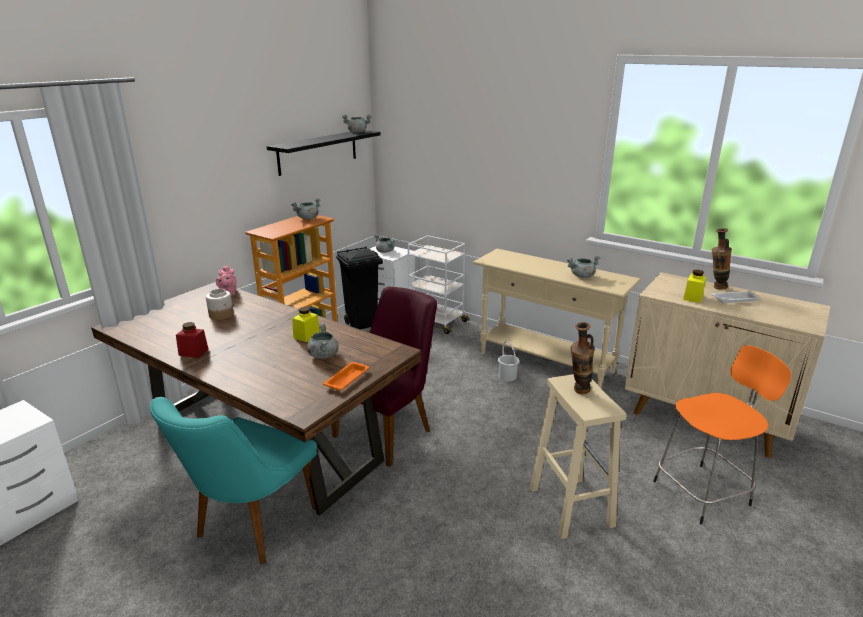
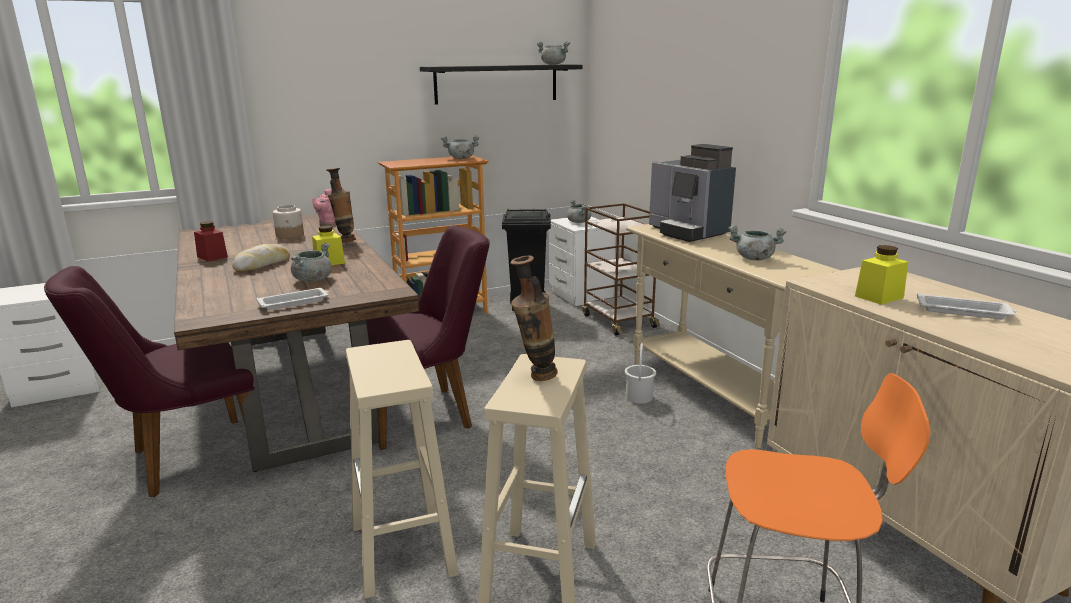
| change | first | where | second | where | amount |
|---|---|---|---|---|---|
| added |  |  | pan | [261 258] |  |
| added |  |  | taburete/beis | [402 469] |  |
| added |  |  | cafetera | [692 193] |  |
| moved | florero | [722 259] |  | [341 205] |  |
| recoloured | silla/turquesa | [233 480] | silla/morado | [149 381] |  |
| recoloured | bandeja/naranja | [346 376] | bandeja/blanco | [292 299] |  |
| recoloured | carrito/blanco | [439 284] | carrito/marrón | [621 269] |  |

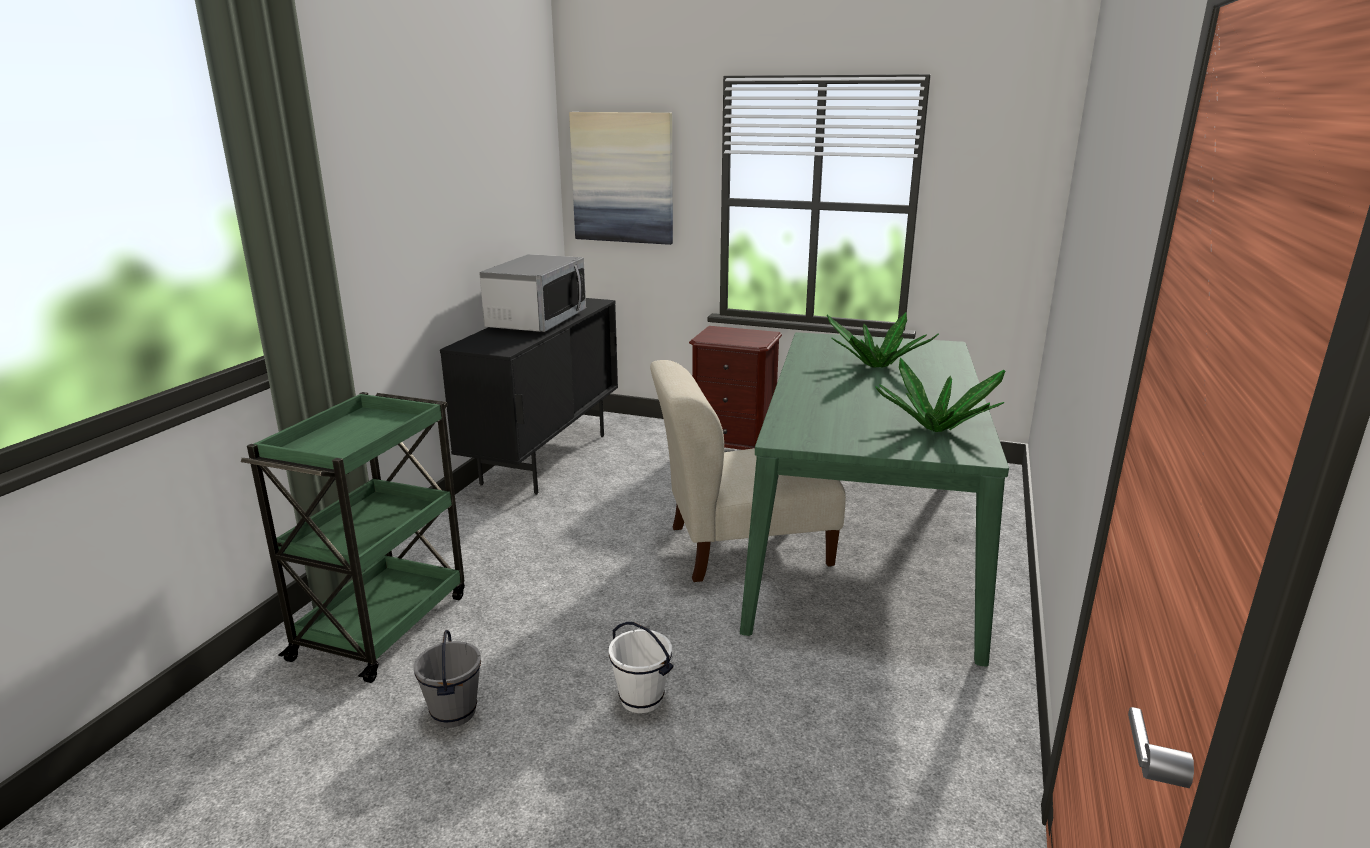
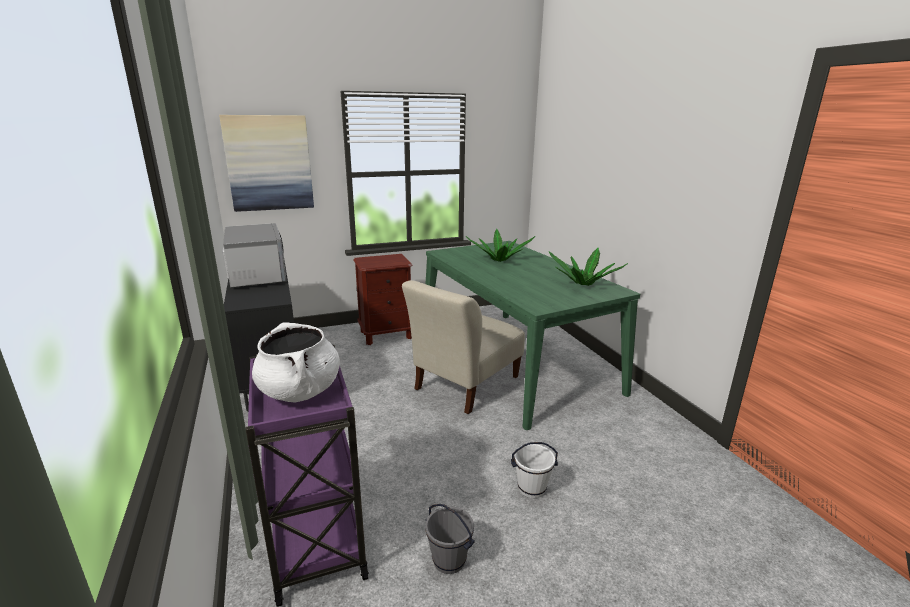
| change | first | where | second | where | amount |
|---|---|---|---|---|---|
| added |  |  | olla/blanco | [296 362] |  |
| recoloured | carrito/verde | [353 537] | carrito/morado | [307 476] |  |

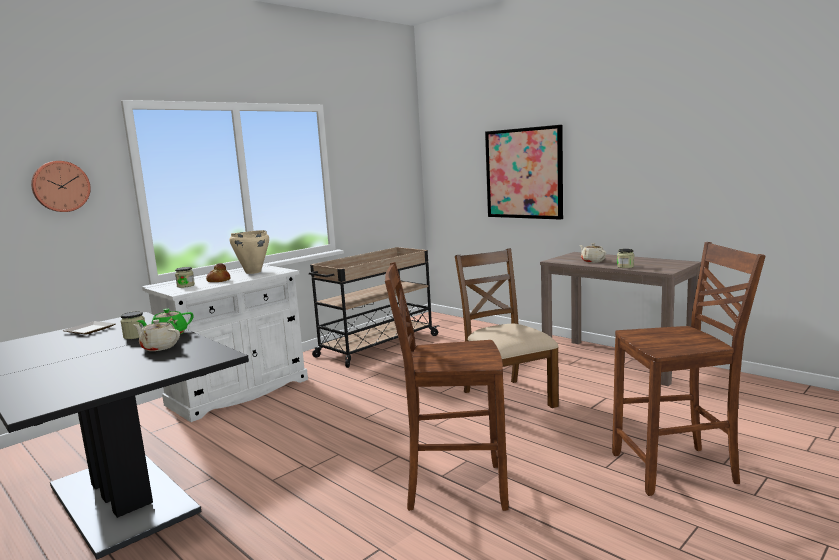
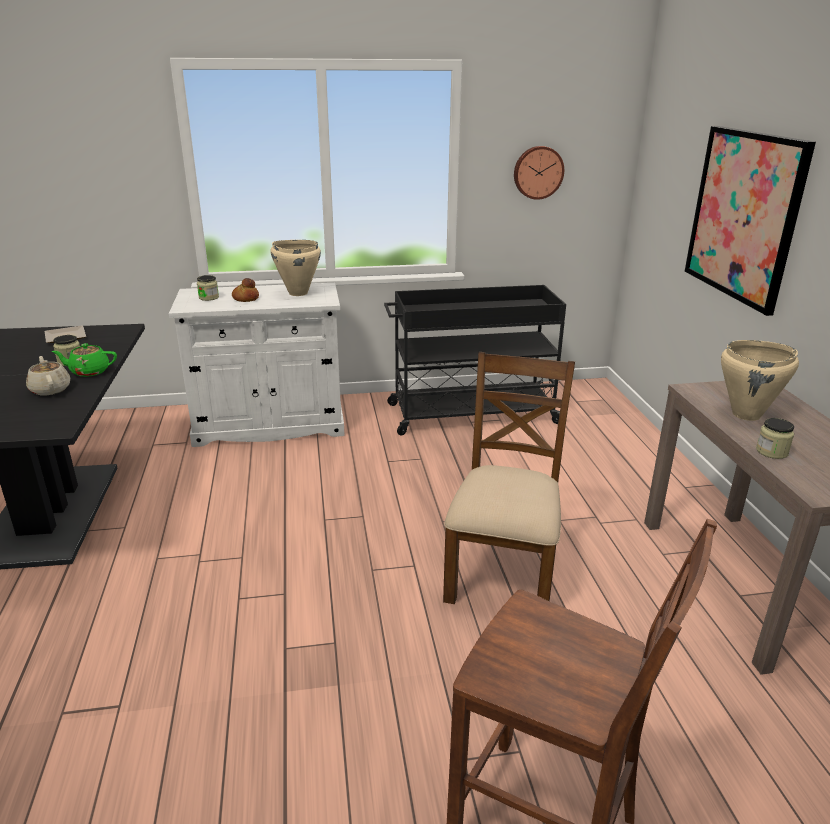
| change | first | where | second | where | amount |
|---|---|---|---|---|---|
| removed | silla/marrón | [447 386] |  |  |  |
| moved | reloj de pared | [61 186] |  | [539 173] |  |
| replaced | tetera/beis | [593 253] | olla/beis | [760 380] |  |
| recoloured | carrito/beis | [374 307] | carrito/negro | [475 360] |  |

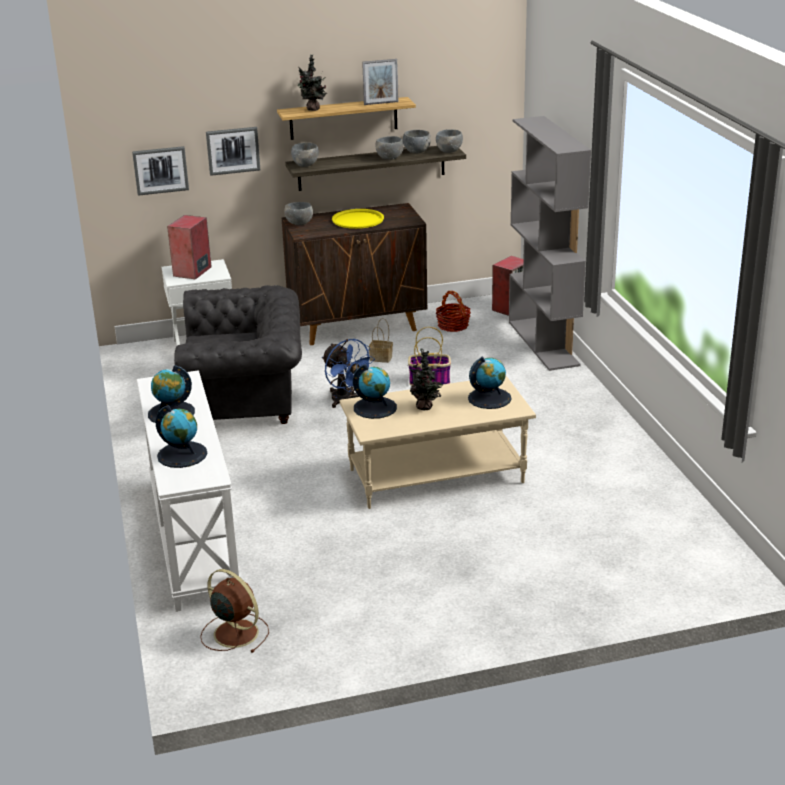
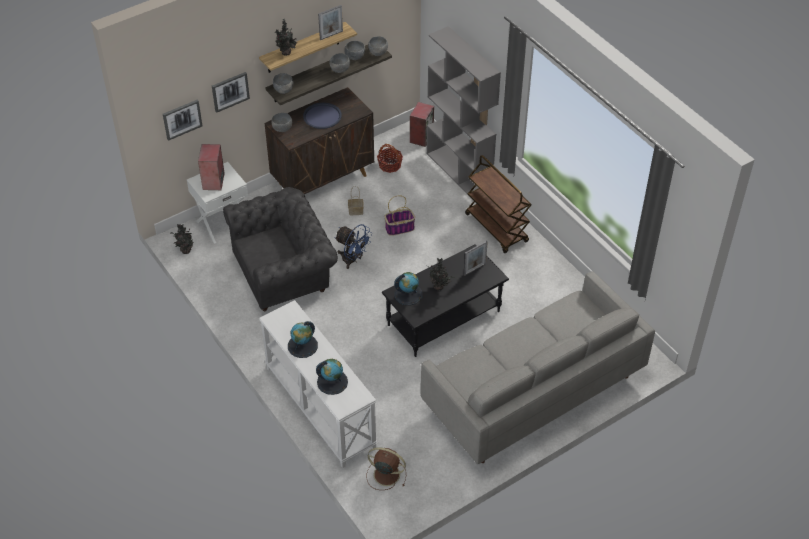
| change | first | where | second | where | amount |
|---|---|---|---|---|---|
| added |  |  | planta en maceta | [182 239] |  |
| added |  |  | sofá/gris | [538 367] |  |
| added |  |  | carrito/marrón | [498 204] |  |
| replaced | globo terráqueo | [490 383] | portarretratos | [476 258] |  |
| recoloured | bandeja/amarillo | [358 219] | bandeja/azul | [322 115] |  |
| recoloured | mesa de centro/beis | [438 442] | mesa de centro/negro | [445 300] |  |

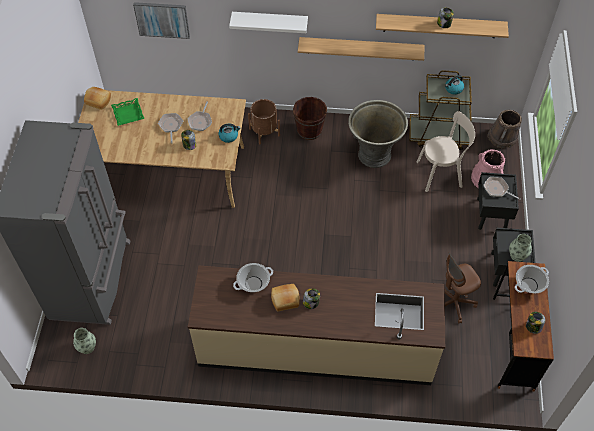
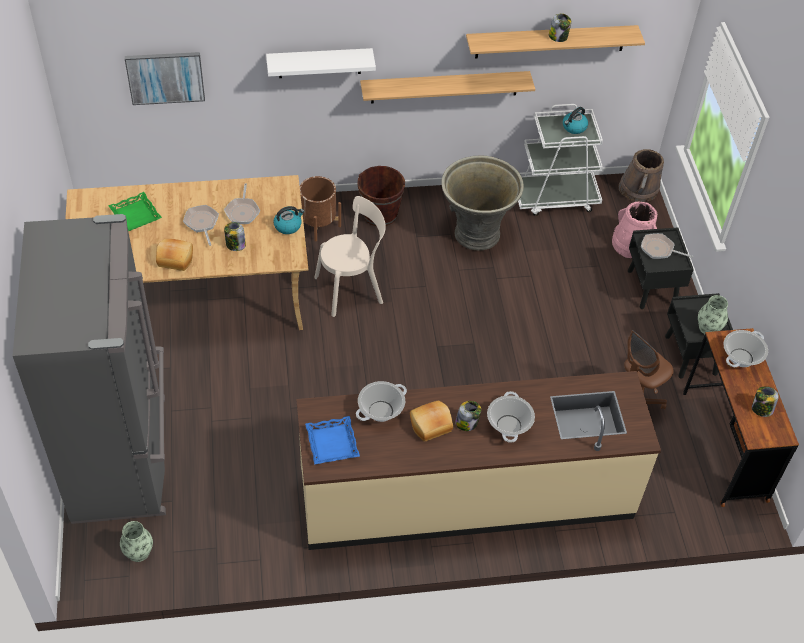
| change | first | where | second | where | amount |
|---|---|---|---|---|---|
| added |  |  | bandeja/azul | [332 440] |  |
| added |  |  | olla | [511 417] |  |
| moved | pan | [97 98] |  | [174 255] |  |
| moved | silla/beis | [446 151] |  | [350 256] |  |
| recoloured | carrito/marrón | [440 110] | carrito/blanco | [560 160] |  |

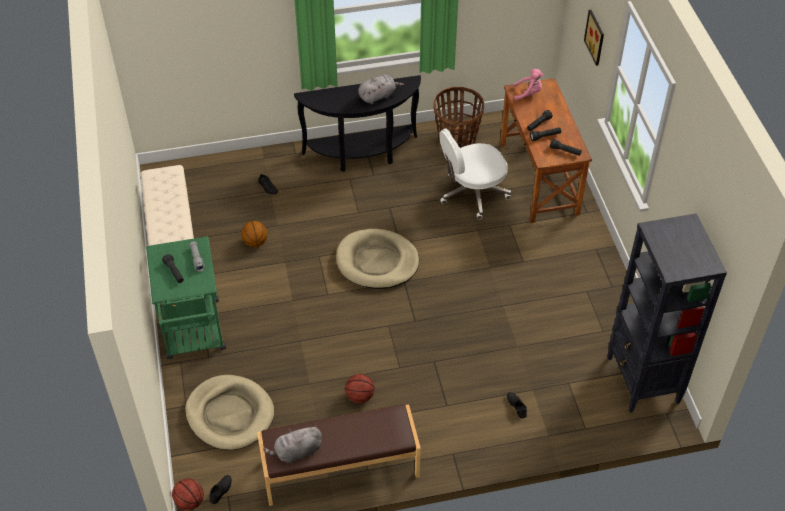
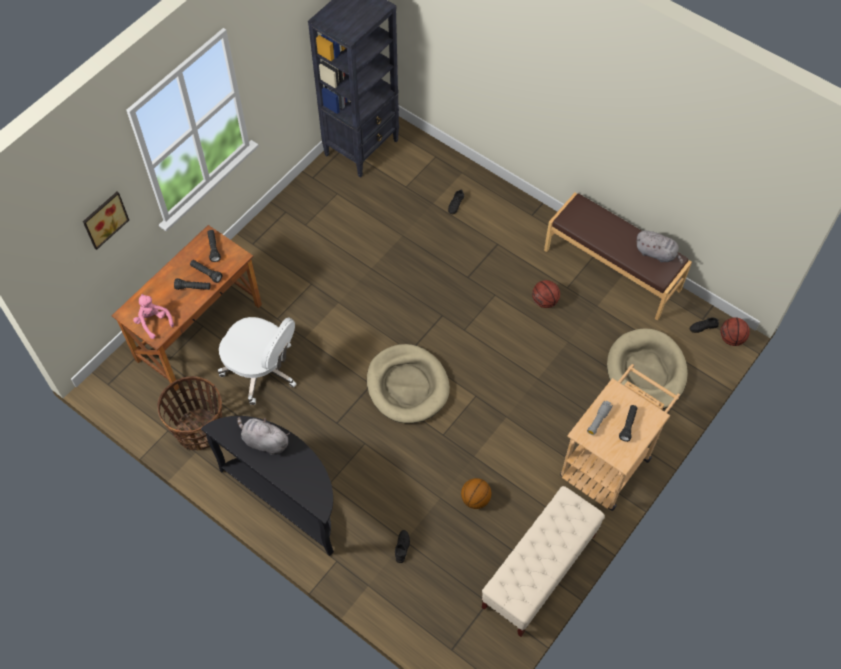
| change | first | where | second | where | amount |
|---|---|---|---|---|---|
| recoloured | carrito/verde | [186 297] | carrito/beis | [620 437] |  |

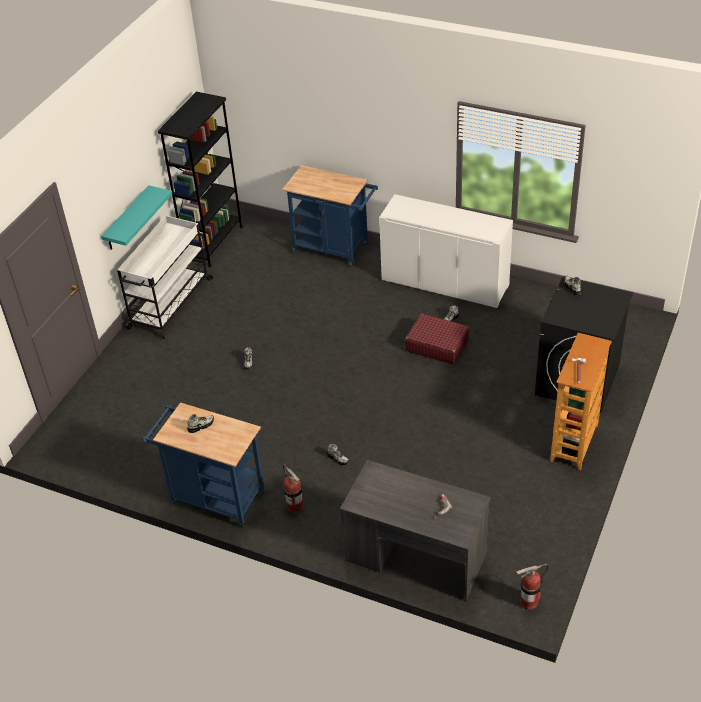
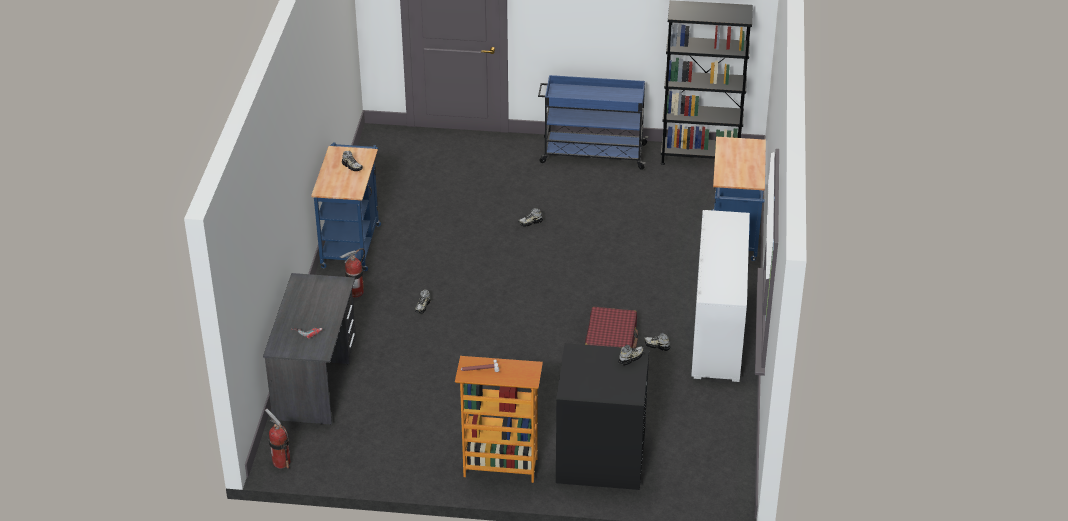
| change | first | where | second | where | amount |
|---|---|---|---|---|---|
| removed | estante/turquesa | [136 217] |  |  |  |
| recoloured | carrito/blanco | [165 277] | carrito/azul | [593 122] |  |

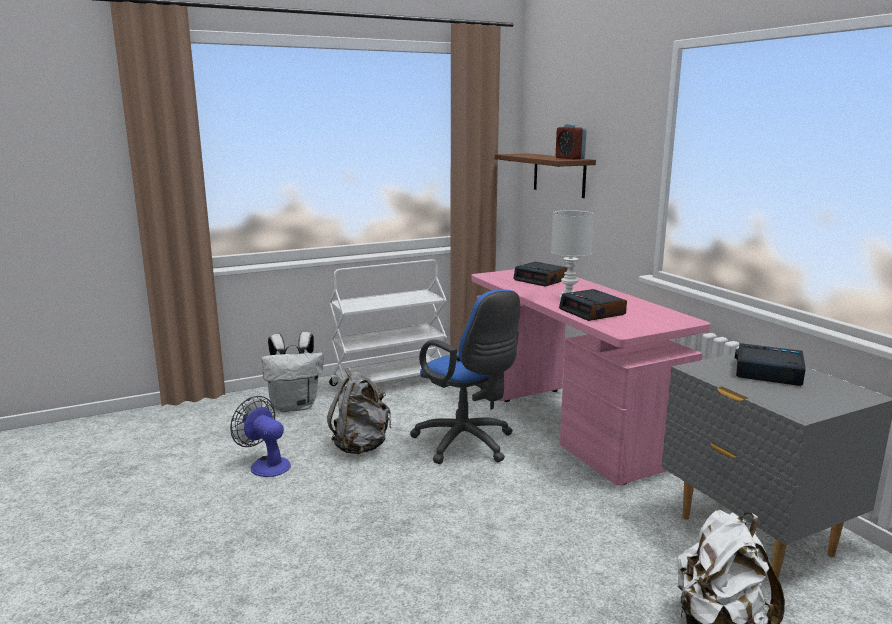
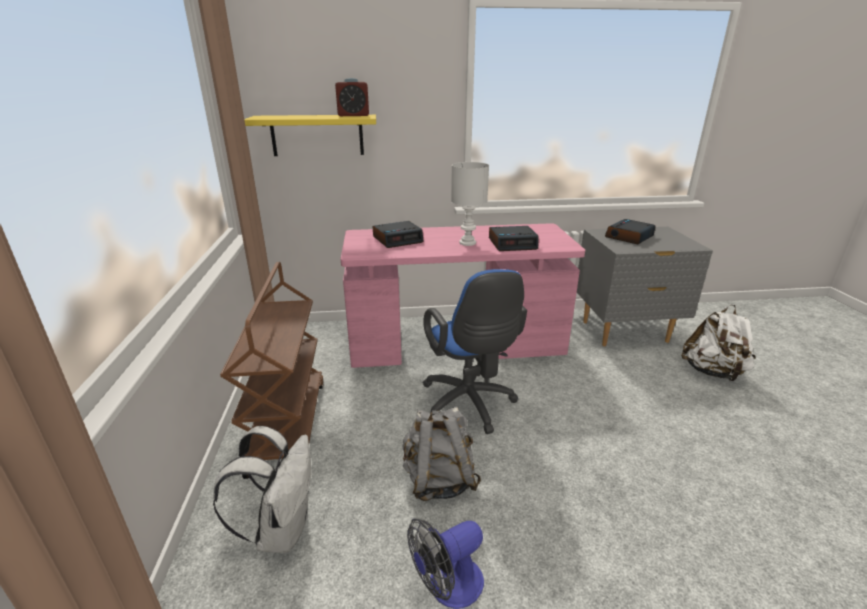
| change | first | where | second | where | amount |
|---|---|---|---|---|---|
| recoloured | carrito/blanco | [388 322] | carrito/marrón | [271 370] |  |
| recoloured | estante/marrón | [545 175] | estante/amarillo | [310 135] |  |
| turned | silla de oficina/azul | [465 376] |  | [475 351] | 90 degrees clockwise |

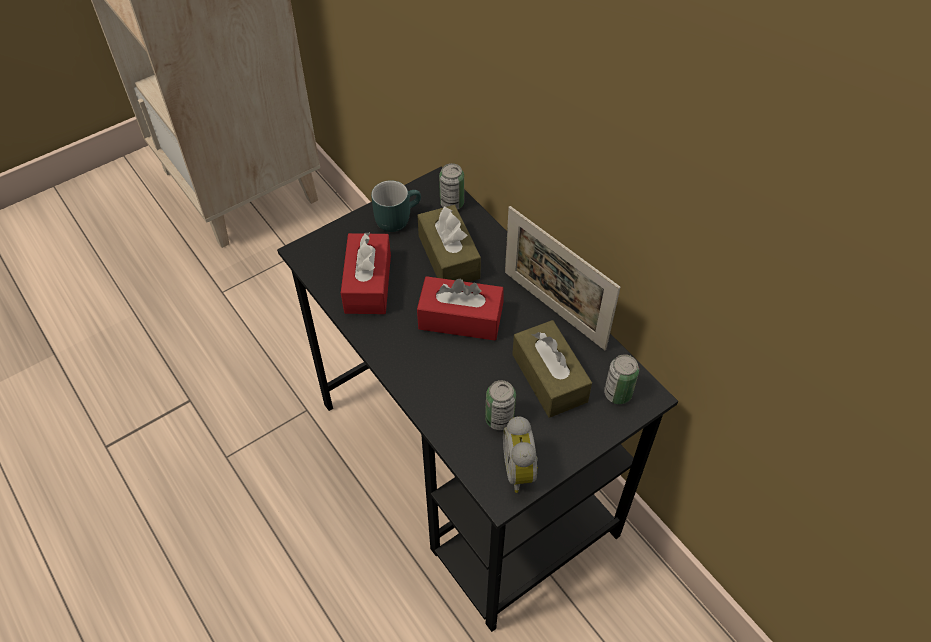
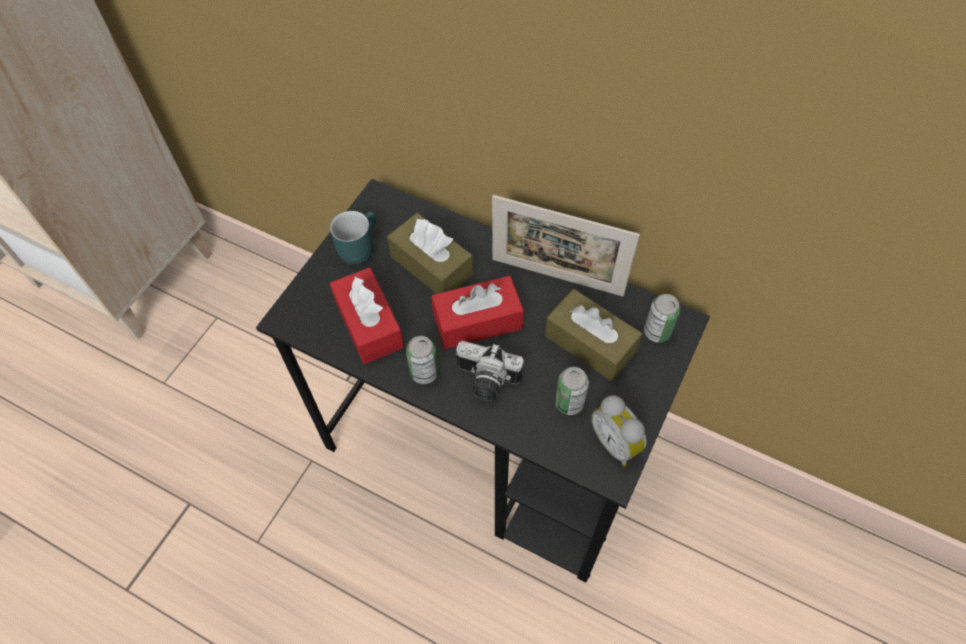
| change | first | where | second | where | amount |
|---|---|---|---|---|---|
| added |  |  | cámara | [490 371] |  |
| moved | lata | [451 186] |  | [422 360] |  |

